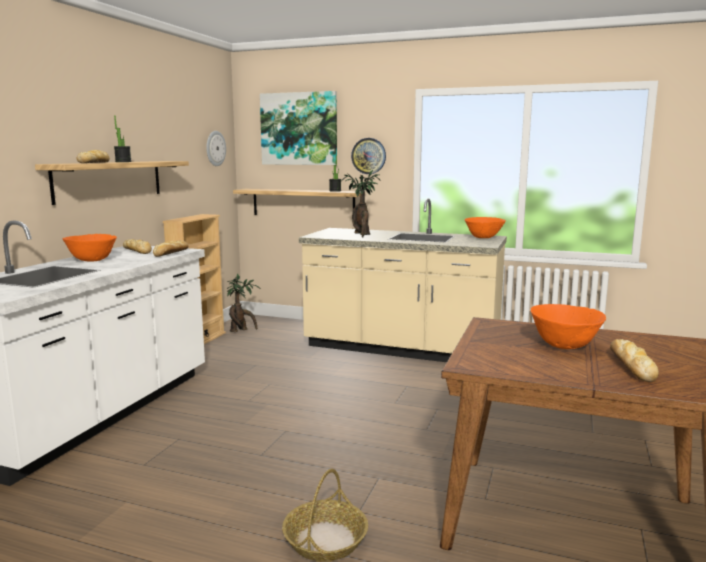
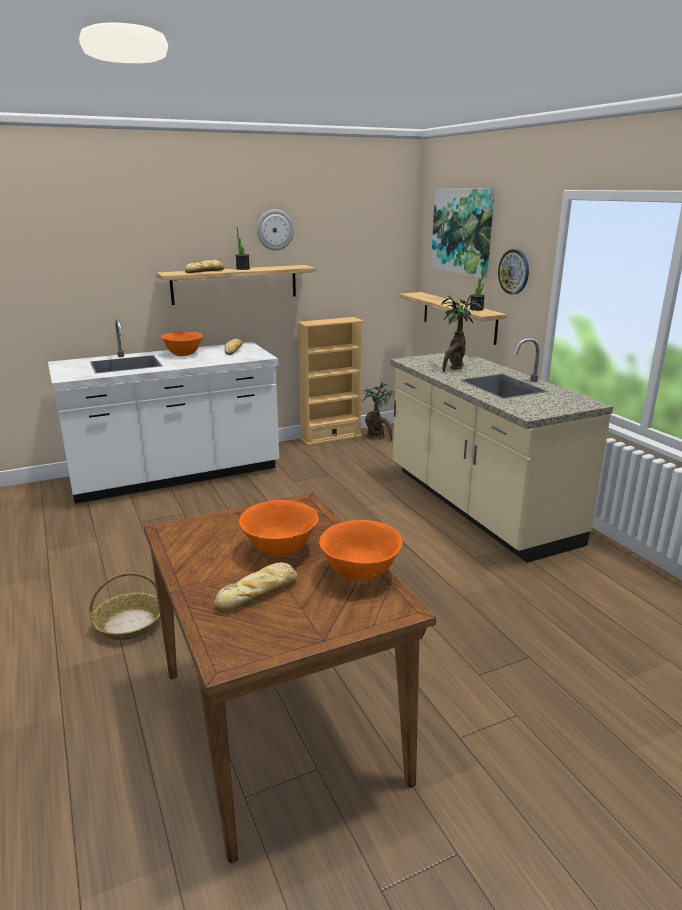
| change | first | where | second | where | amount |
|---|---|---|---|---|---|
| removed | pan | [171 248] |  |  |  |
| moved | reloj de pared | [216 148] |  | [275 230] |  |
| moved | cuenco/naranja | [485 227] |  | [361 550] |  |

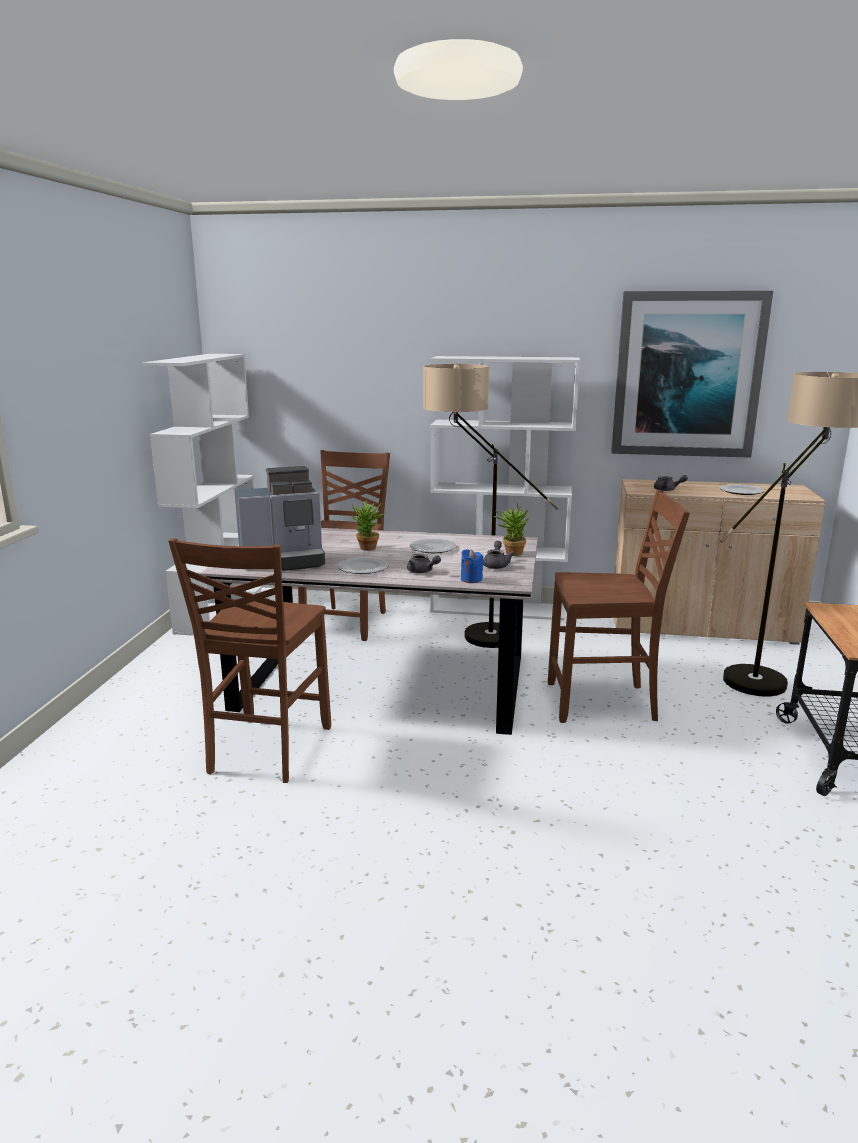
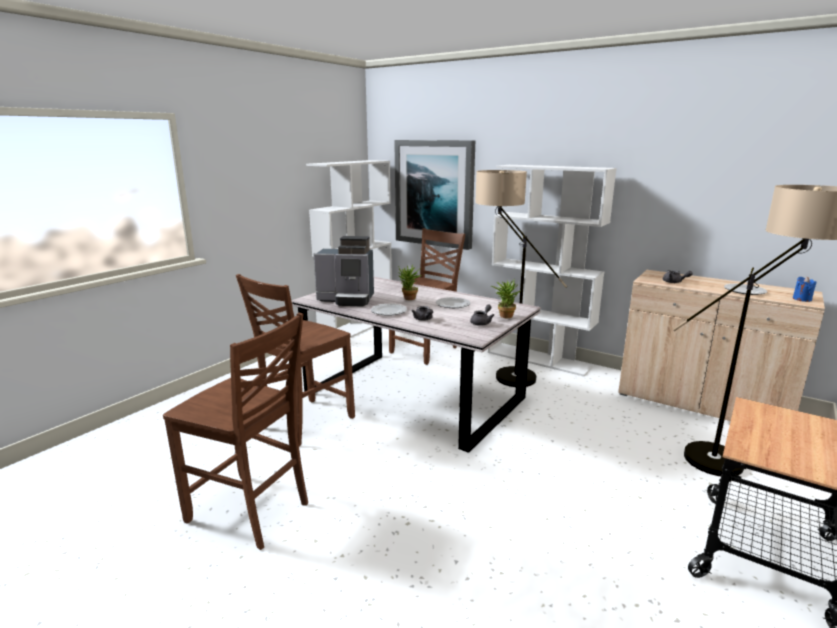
| change | first | where | second | where | amount |
|---|---|---|---|---|---|
| moved | vela/azul | [472 566] |  | [804 289] |  |
| moved | silla/marrón | [619 606] |  | [235 431] |  |
| moved | cuadro | [692 374] |  | [434 195] |  |

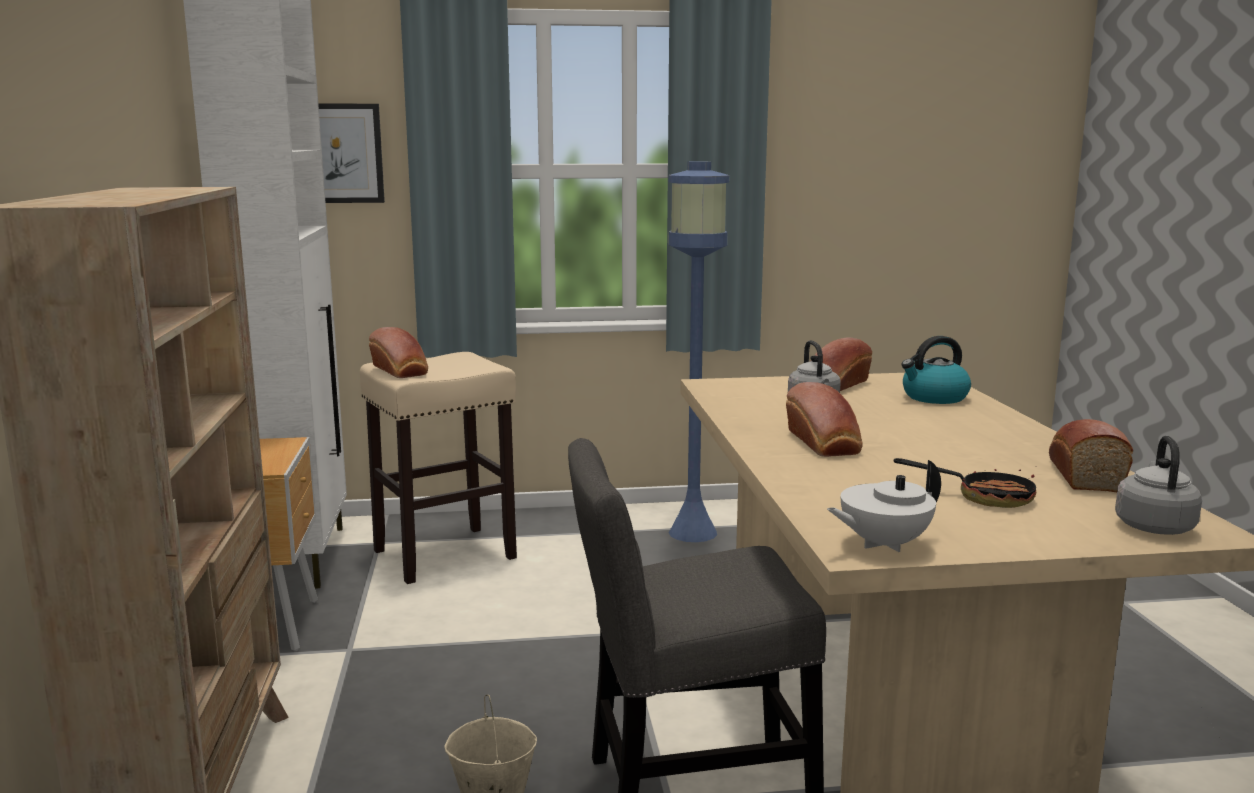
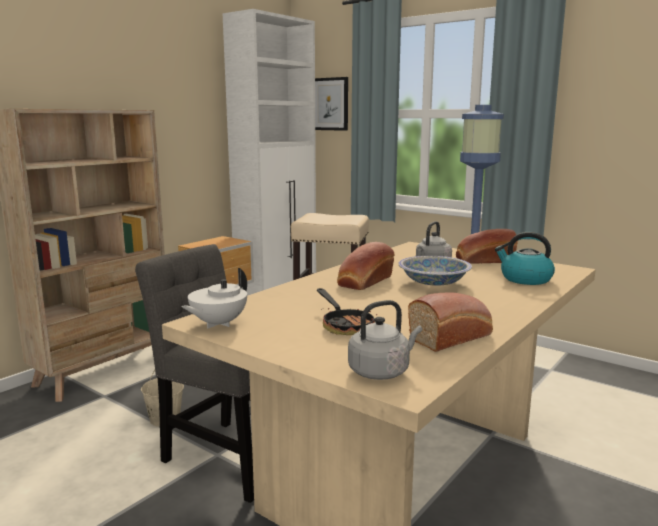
| change | first | where | second | where | amount |
|---|---|---|---|---|---|
| removed | pan | [398 352] |  |  |  |
| added |  |  | cuenco | [435 271] |  |
| turned | tetera/blanco | [884 506] |  | [214 298] | 75 degrees counterclockwise |

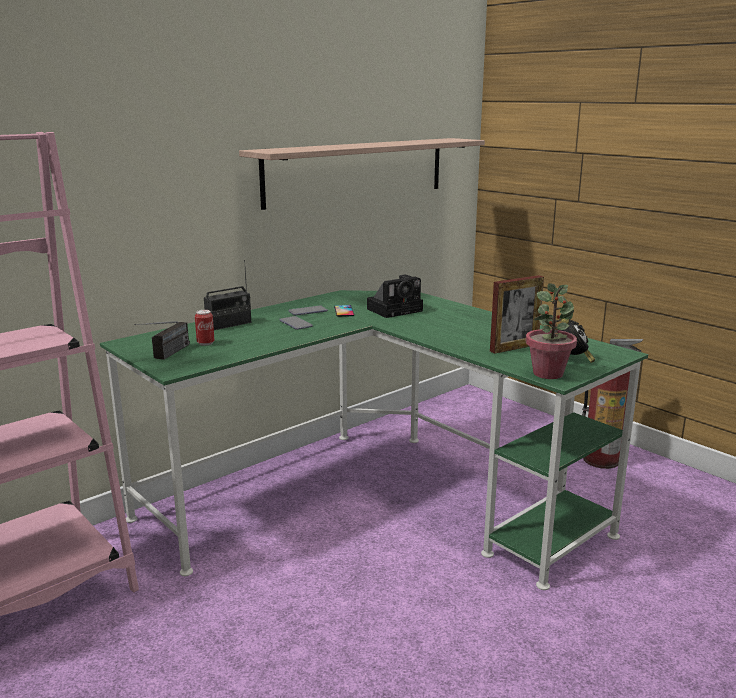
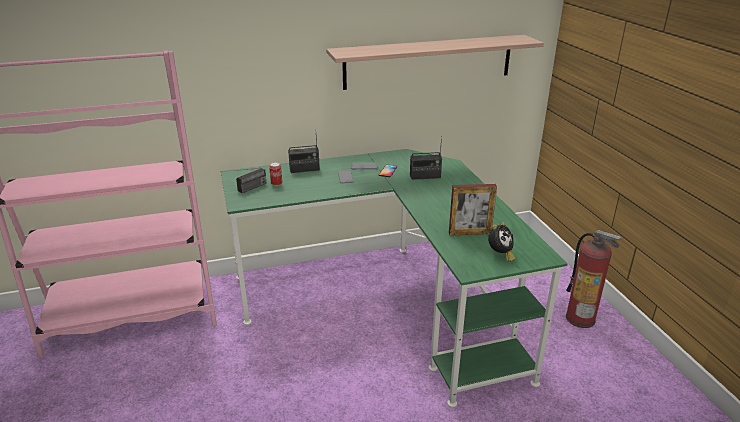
| change | first | where | second | where | amount |
|---|---|---|---|---|---|
| removed | planta en maceta | [551 331] |  |  |  |
| replaced | cámara | [395 296] | radio | [426 158] |  |

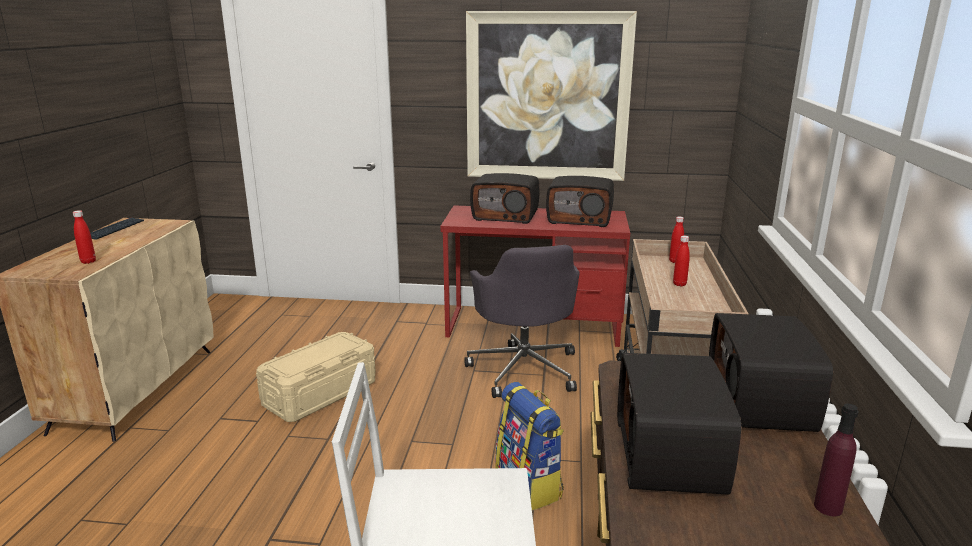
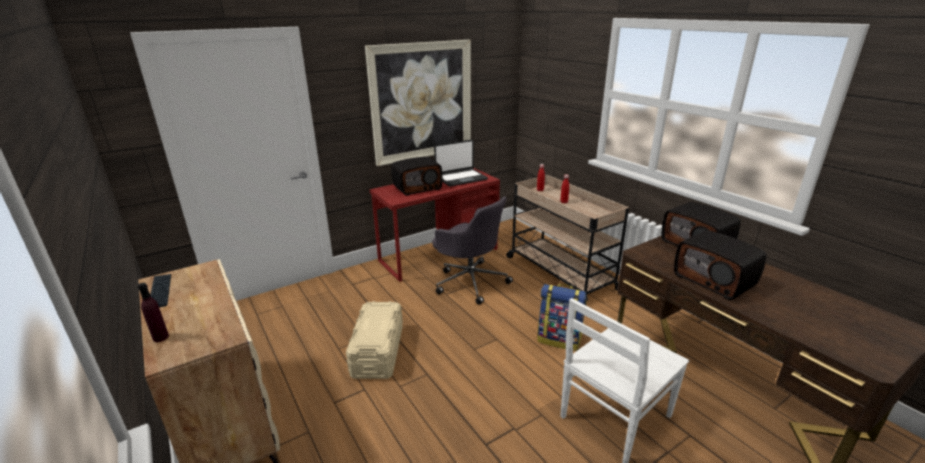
| change | first | where | second | where | amount |
|---|---|---|---|---|---|
| removed | botella/rojo | [84 237] |  |  |  |
| moved | botella/morado | [836 460] |  | [153 312] |  |
| replaced | radio | [580 201] | portátil | [461 163] |  |

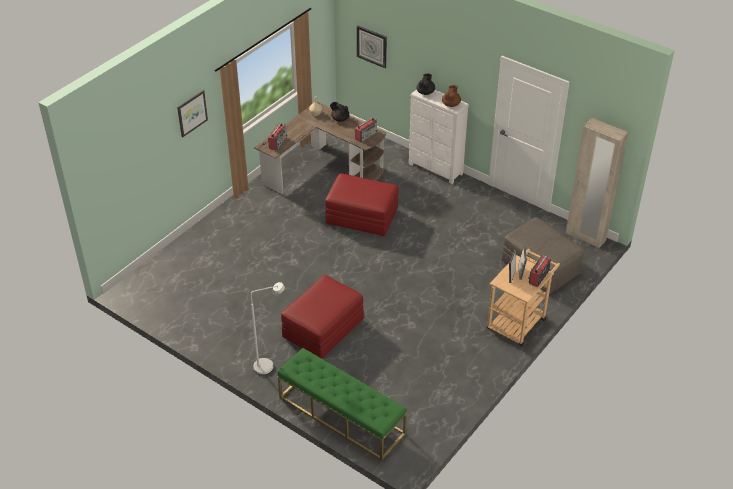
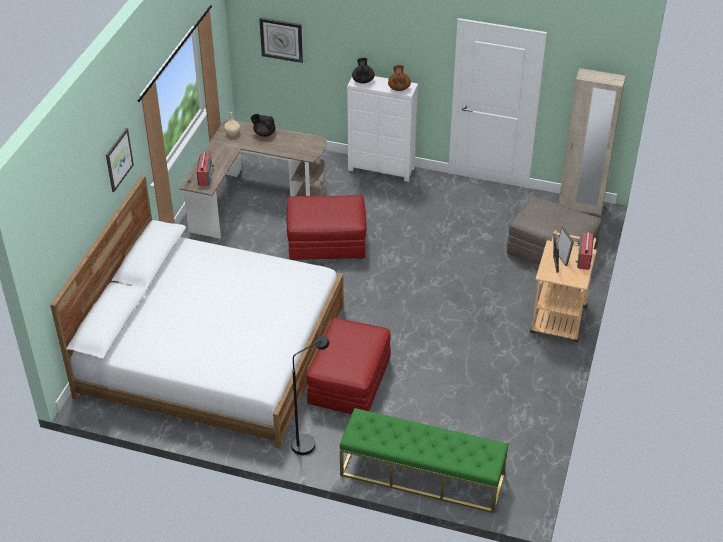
| change | first | where | second | where | amount |
|---|---|---|---|---|---|
| removed | radio | [366 129] |  |  |  |
| added |  |  | cama/blanco | [197 312] |  |
| recoloured | lámpara de pie/blanco | [268 328] | lámpara de pie/negro | [310 395] |  |

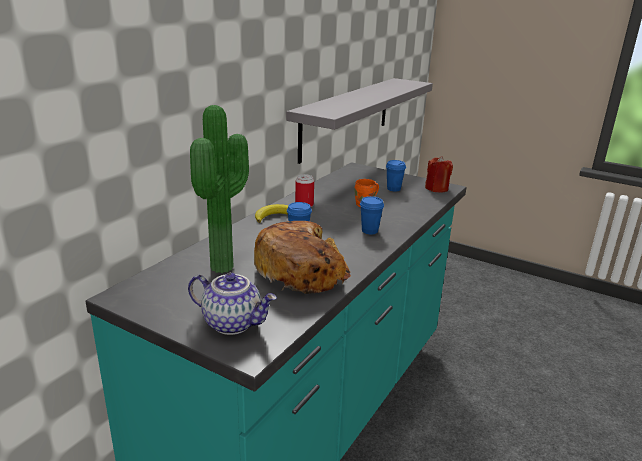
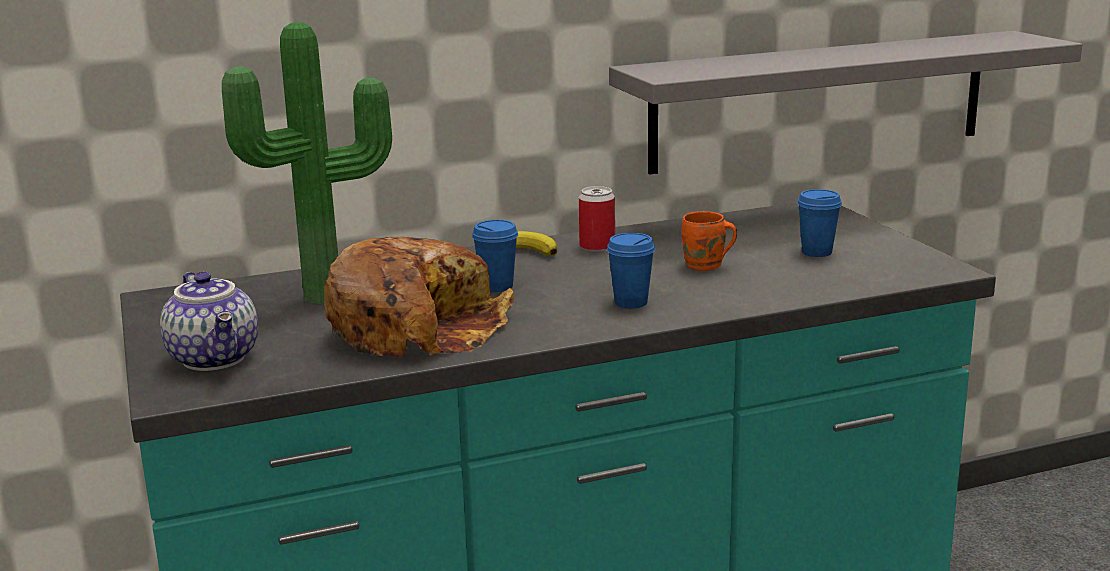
| change | first | where | second | where | amount |
|---|---|---|---|---|---|
| removed | vela/rojo | [439 174] |  |  |  |

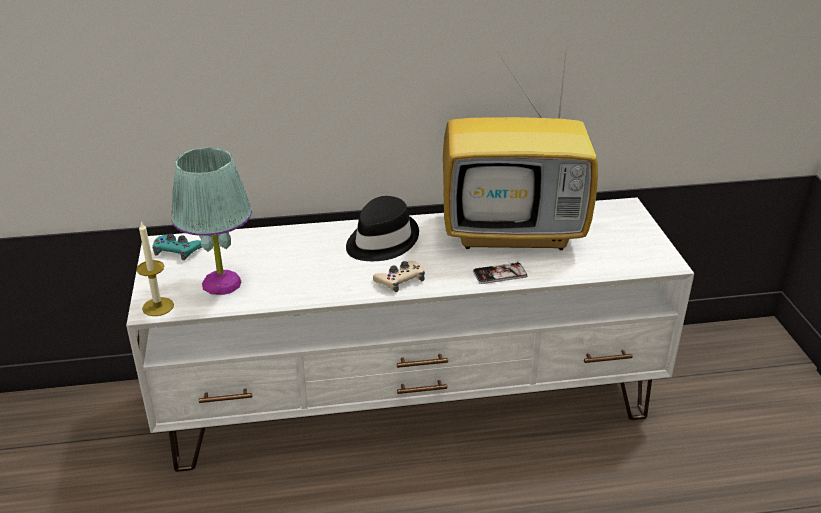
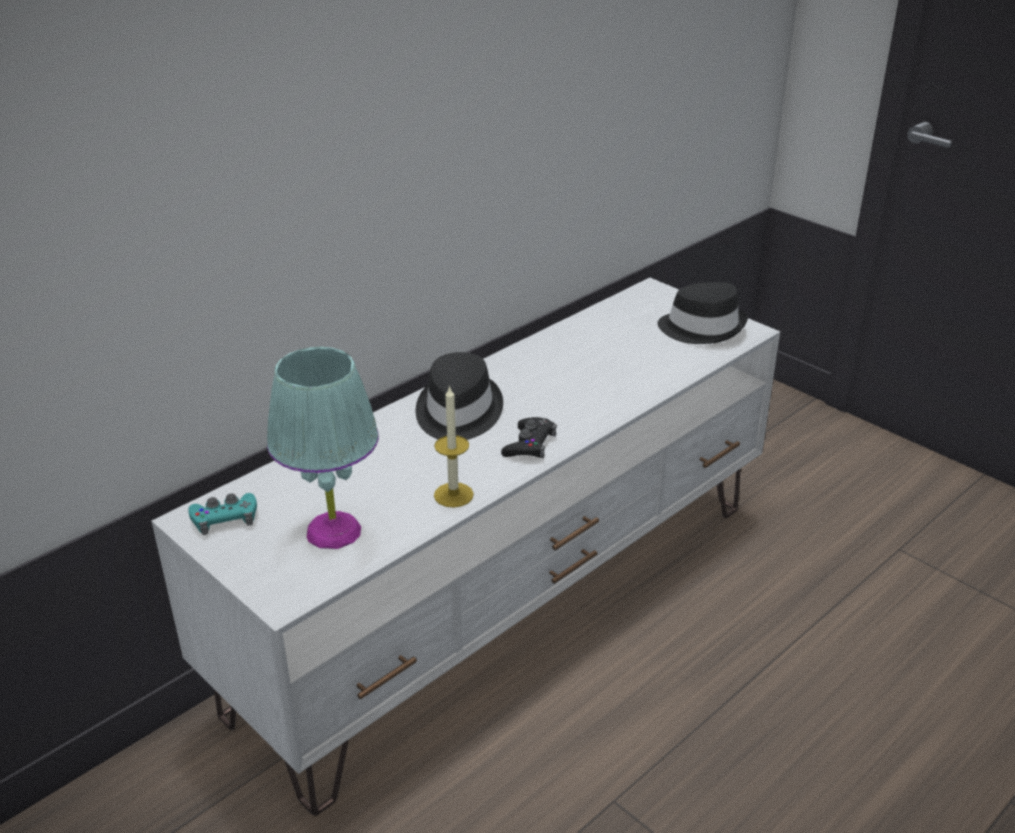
| change | first | where | second | where | amount |
|---|---|---|---|---|---|
| removed | televisor | [520 143] |  |  |  |
| removed | móvil | [500 272] |  |  |  |
| added |  |  | sombrero/negro | [702 313] |  |
| moved | vela | [155 268] |  | [454 446] |  |
| recoloured | mando de consola/beis | [399 276] | mando de consola/negro | [529 437] |  |

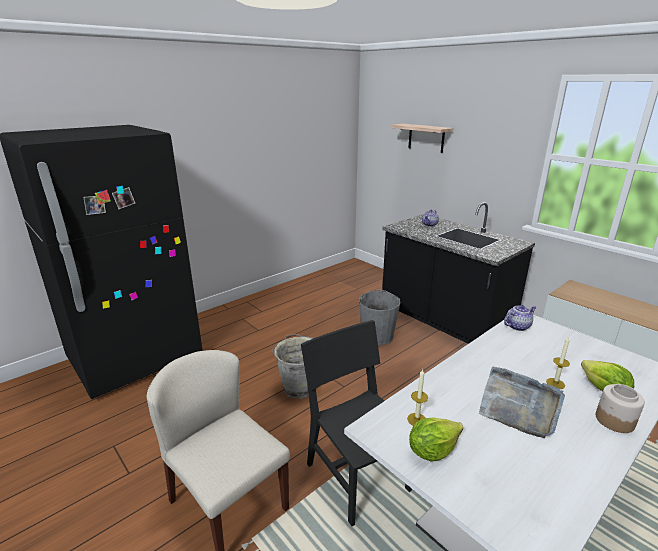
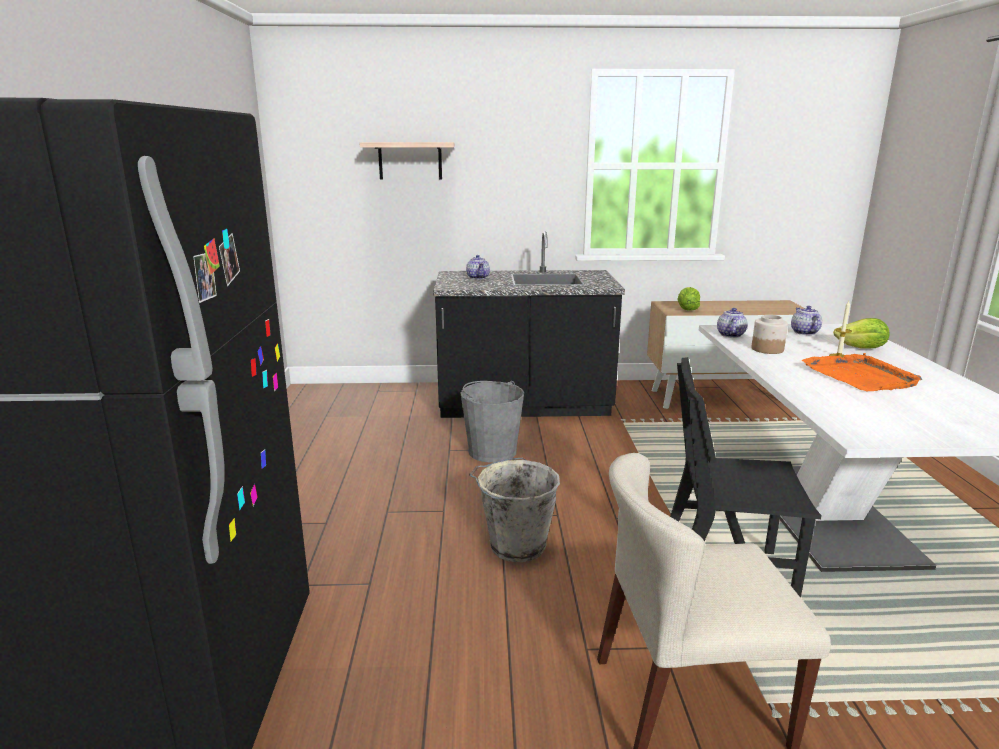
| change | first | where | second | where | amount |
|---|---|---|---|---|---|
| removed | vela | [417 397] |  |  |  |
| added |  |  | tetera | [806 320] |  |
| moved | lechuga | [436 439] |  | [688 299] |  |
| moved | tarro | [620 408] |  | [770 334] |  |
| recoloured | bandeja/gris | [522 402] | bandeja/naranja | [862 372] |  |

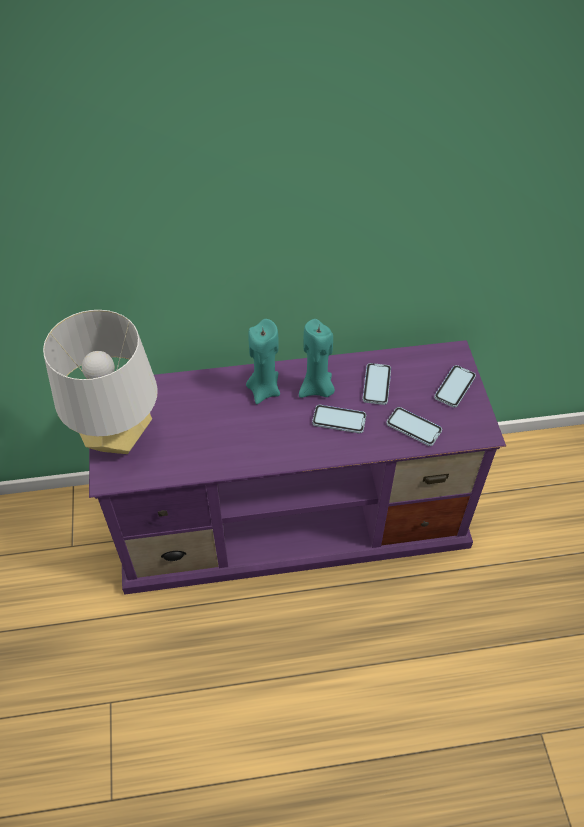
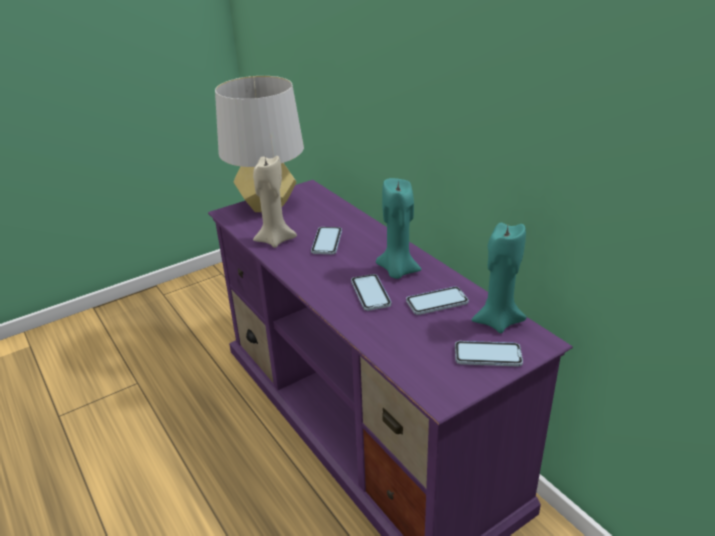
| change | first | where | second | where | amount |
|---|---|---|---|---|---|
| added |  |  | vela/beis | [275 202] |  |
| moved | vela/turquesa | [263 361] |  | [499 278] |  |
| moved | móvil | [414 426] |  | [326 240] |  |

